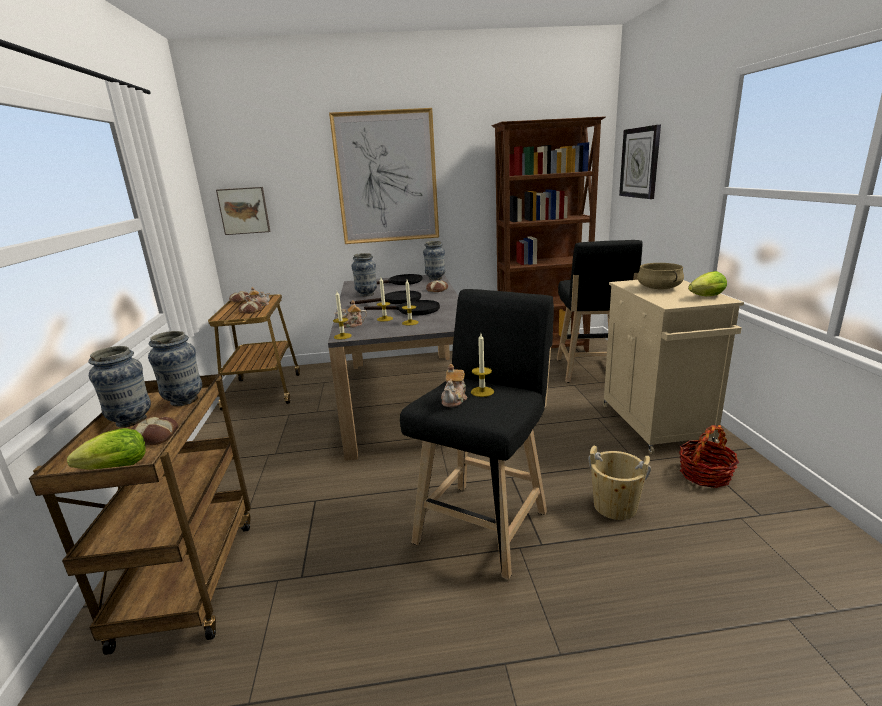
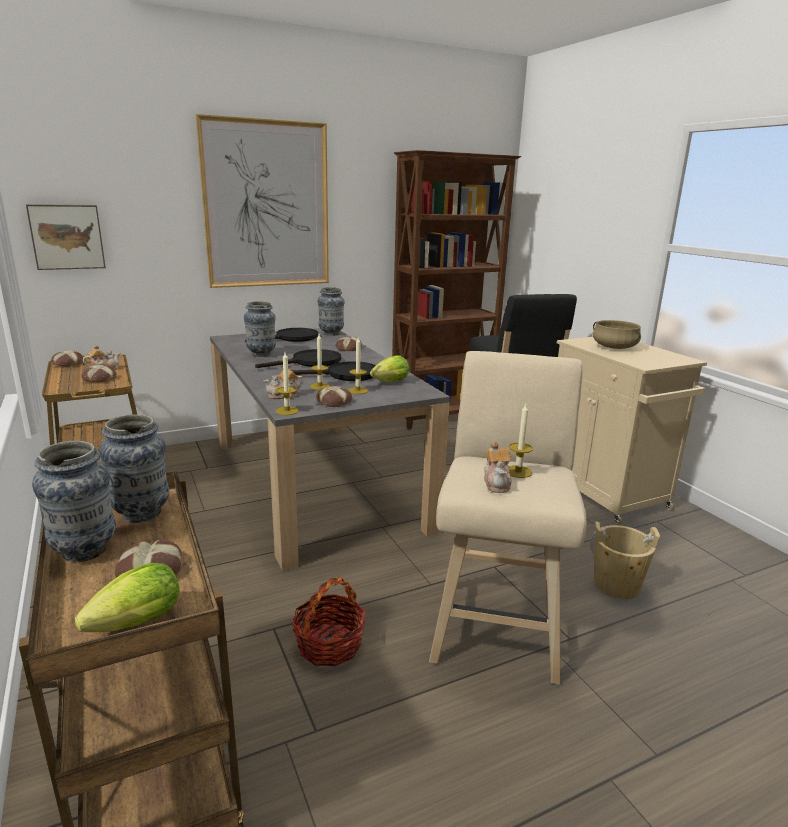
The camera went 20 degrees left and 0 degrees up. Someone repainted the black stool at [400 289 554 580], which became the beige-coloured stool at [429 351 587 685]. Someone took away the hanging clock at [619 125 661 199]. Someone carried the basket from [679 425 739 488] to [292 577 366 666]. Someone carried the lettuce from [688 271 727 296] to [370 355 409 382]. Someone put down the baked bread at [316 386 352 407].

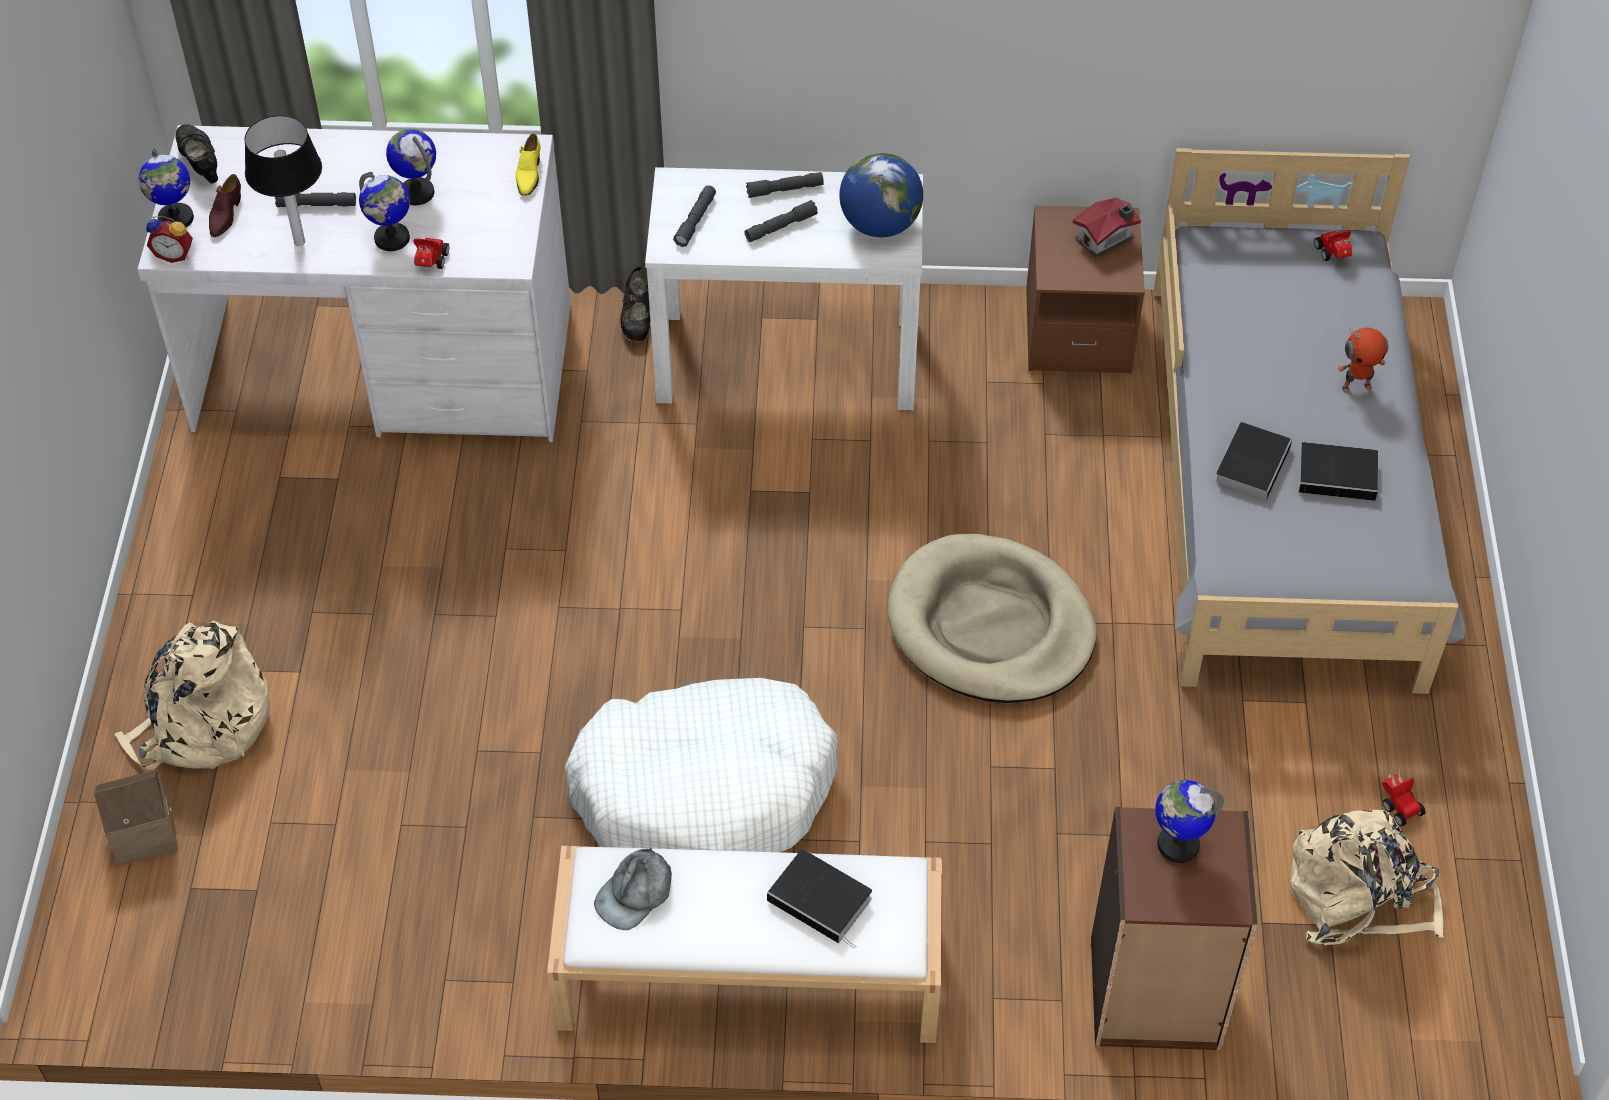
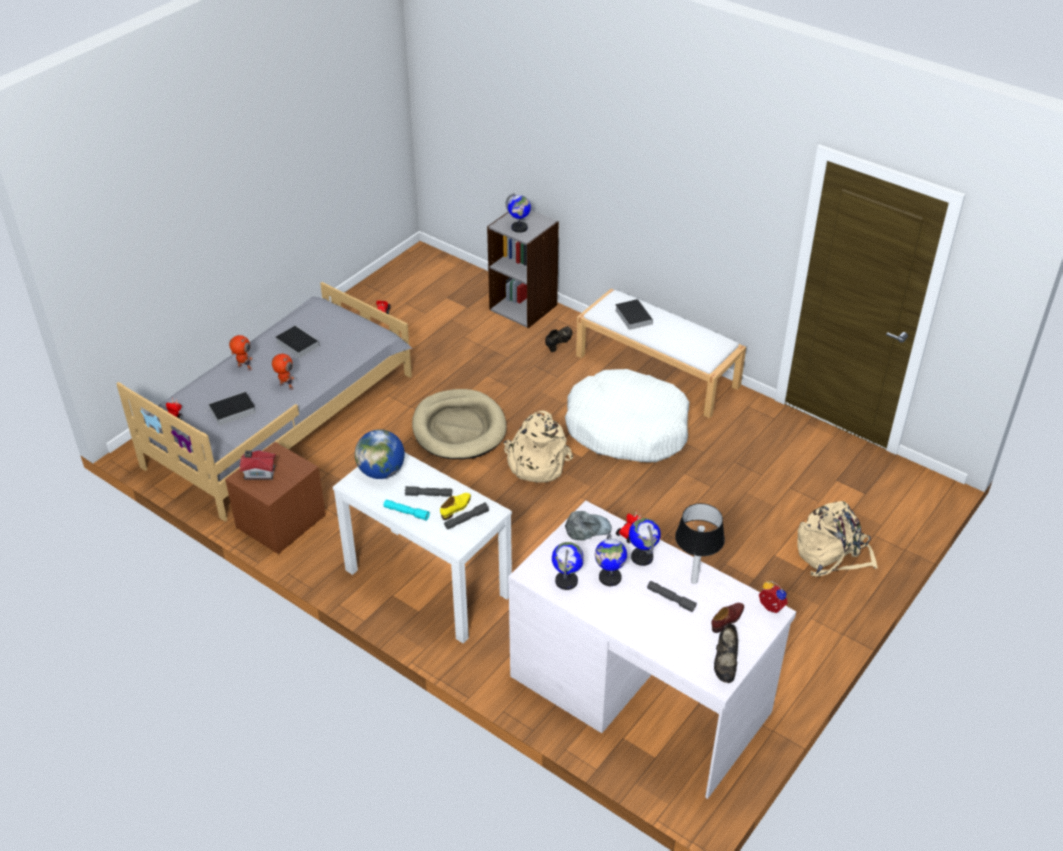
The camera went 145 degrees left and 10 degrees down. Someone took away the miniature house at [94 769 178 866]. Someone carried the globe from [139 148 194 227] to [552 542 584 590]. Someone carried the yellow-coloured low shoe from [516 134 541 196] to [440 493 471 520]. Someone carried the gray cap from [594 848 672 930] to [565 511 612 540]. Someone carried the black low shoe from [620 267 650 341] to [545 327 572 352]. Someone repainted the gray flashlight at [746 172 824 198], which became the turquoise flashlight at [384 500 430 521]. Someone repainted the brown-coloured bookcase at [1091 807 1258 1051], which became the gray bookcase at [487 210 559 328]. Someone carried the bound book from [1215 422 1292 501] to [203 391 256 425]. Someone carried the beige-coloured rucksack from [1291 810 1444 945] to [503 411 573 483]. Someone put down the robot figure at [272 354 294 390].

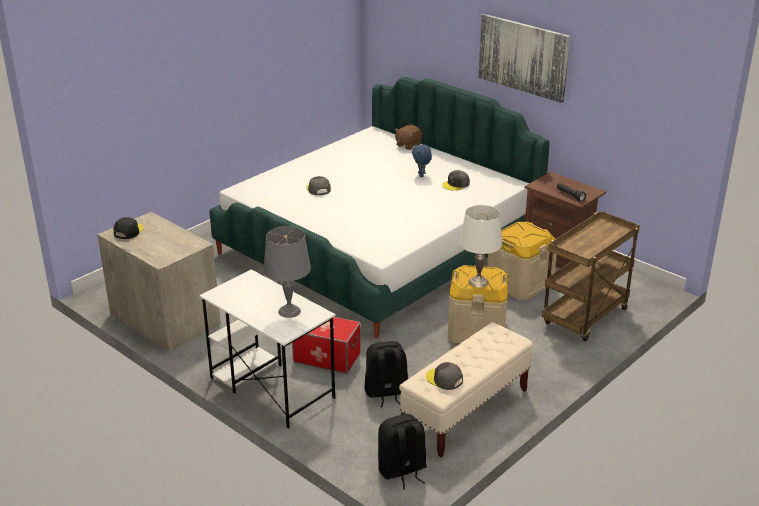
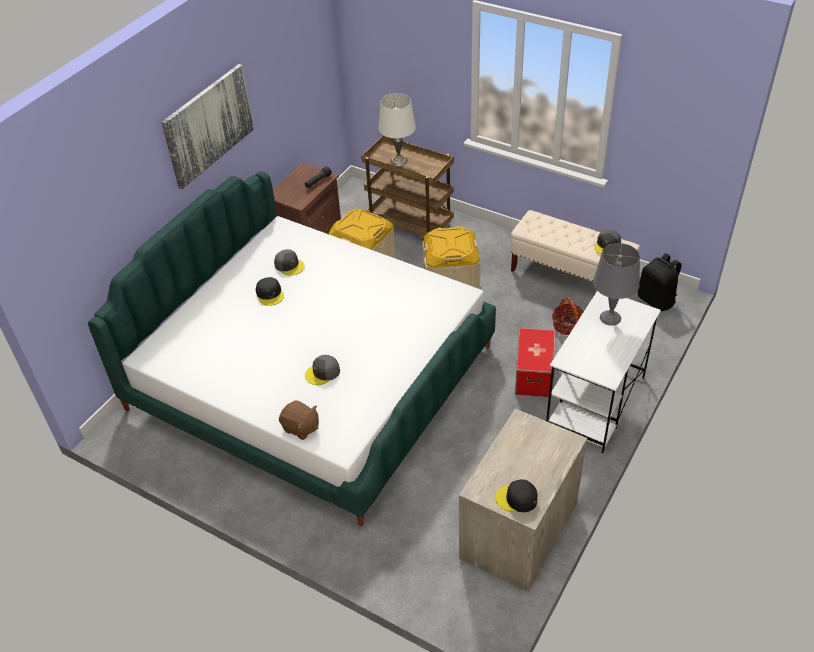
The camera went 100 degrees left and 15 degrees up. Someone swapped the black rucksack at [364 341 408 408] for the basket at [552 297 584 335]. Someone carried the brown-coloured soft toy from [395 125 423 150] to [279 400 319 440]. Someone swapped the bluish soft toy at [412 144 432 177] for the black cap at [256 277 284 306]. Someone carried the white-coloured table lamp from [460 205 502 288] to [379 93 416 166].

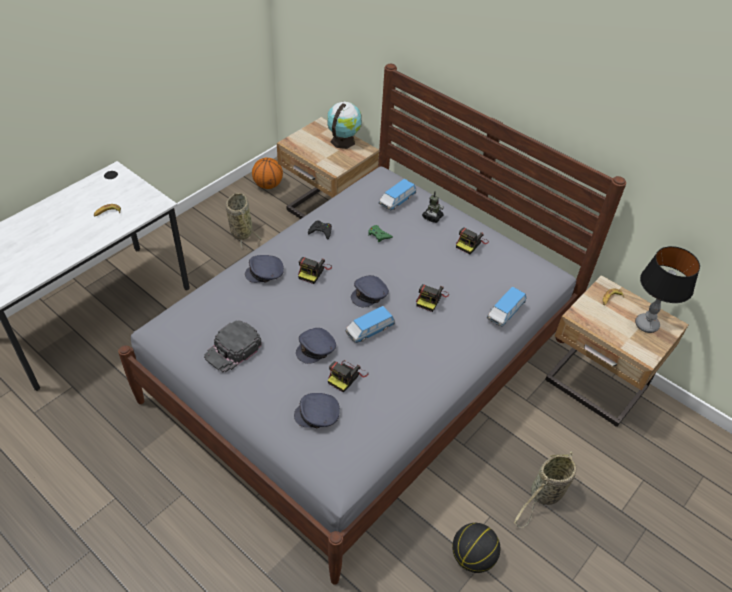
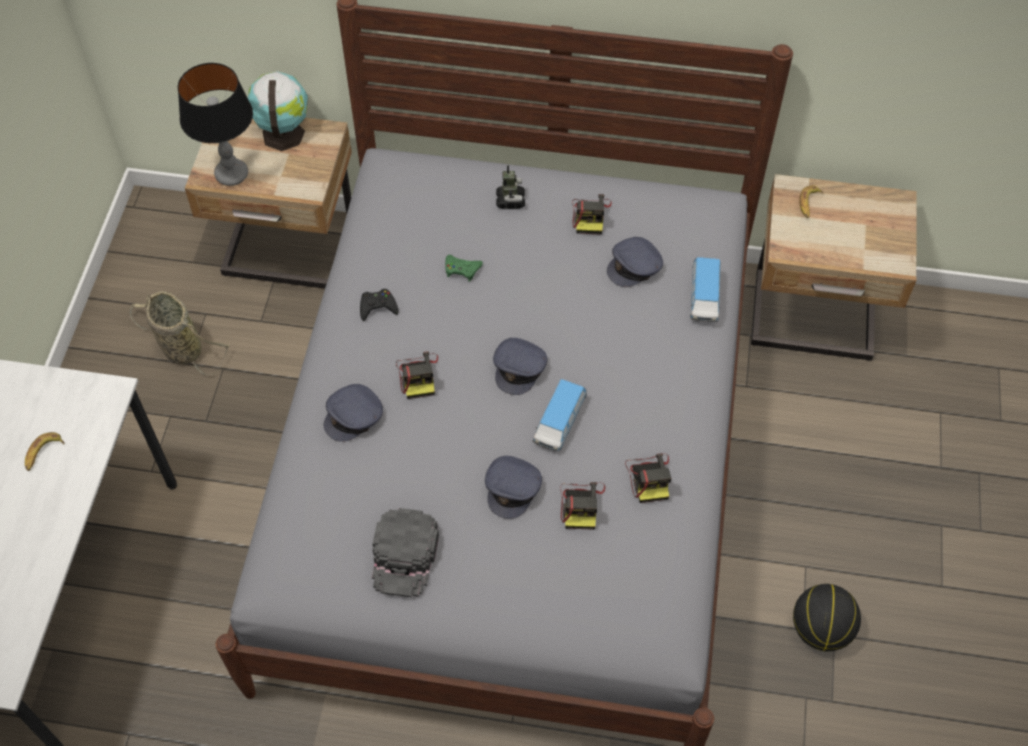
The camera went 30 degrees left and 10 degrees up. Someone took away the basketball ball at [252 157 283 189]. Someone carried the gray cap from [294 393 340 429] to [607 237 663 287]. Someone took away the model car at [379 179 416 210]. Someone carried the still camera from [416 284 449 312] to [625 453 671 503]. Someone took away the basket at [514 451 577 528]. Someone carried the table lamp from [635 246 700 333] to [178 63 253 186].

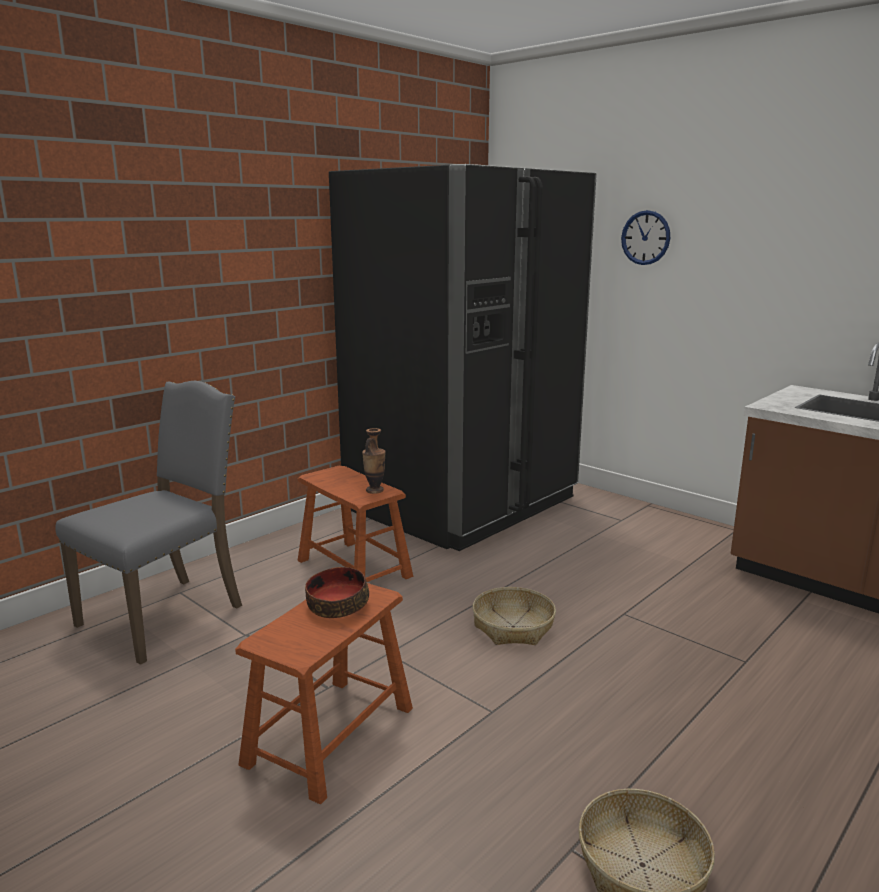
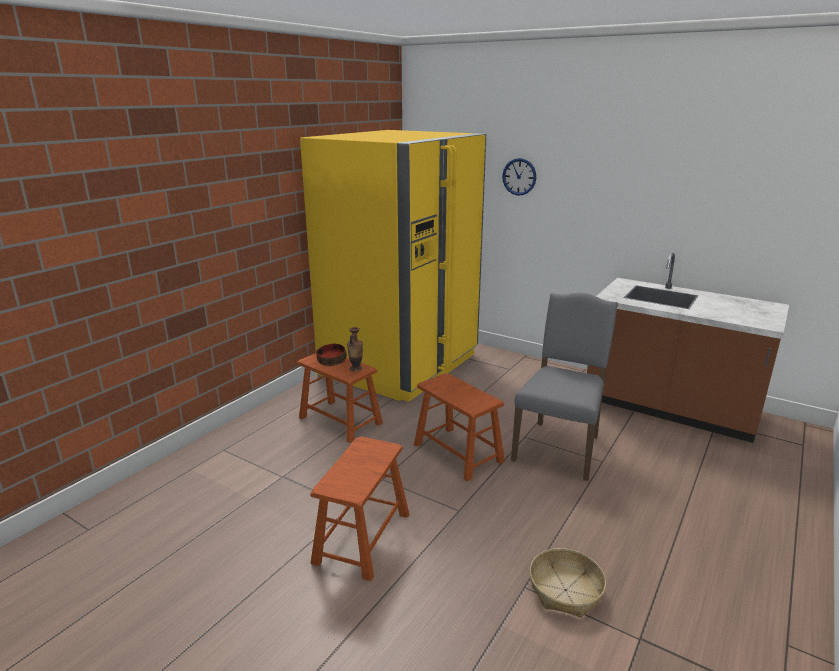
The camera went 10 degrees left and 5 degrees up. Someone carried the gray plain chair from [55 381 242 665] to [511 293 618 481]. Someone carried the bowl from [305 567 369 618] to [316 344 347 366]. Someone repainted the black fridge at [329 164 597 551], which became the yellow-coloured fridge at [300 130 487 402]. Someone swapped the basket at [472 587 556 645] for the brown-coloured stool at [414 373 505 481].

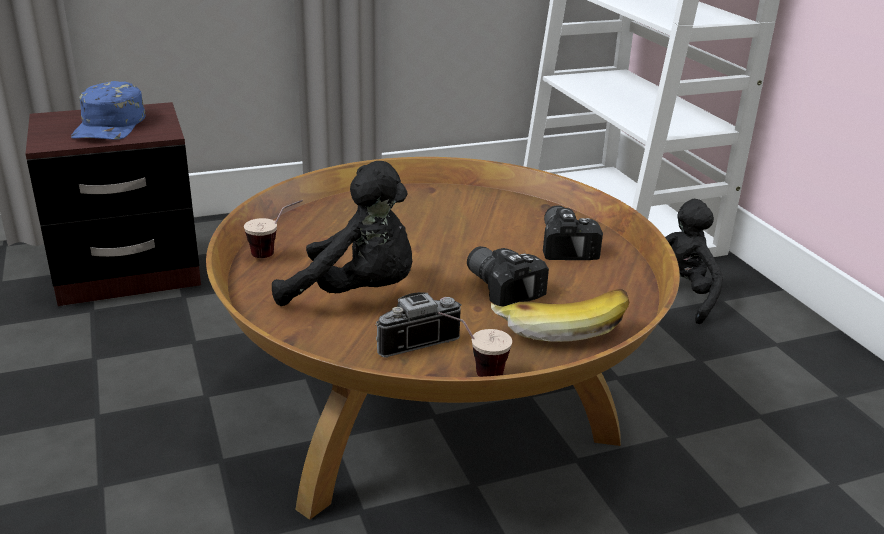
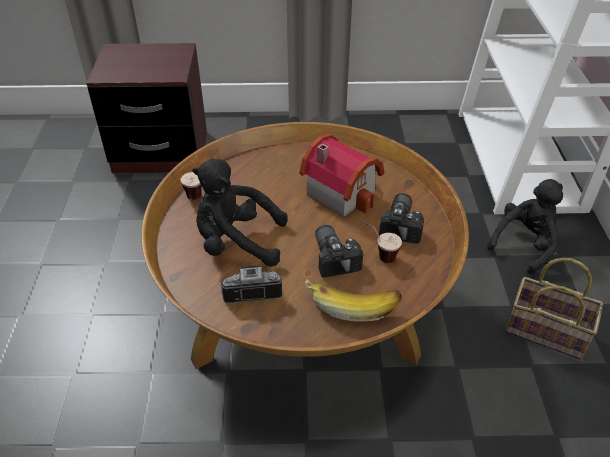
The camera went 20 degrees right and 15 degrees up. Someone took away the bluish cap at [71 81 145 140]. Someone rotated the black soft toy at [272 161 412 306] by 150 degrees clockwise. Someone carried the cup from [438 312 512 377] to [360 220 402 263]. Someone put down the miniature house at [300 133 384 217]. Someone put down the basket at [506 258 603 360].

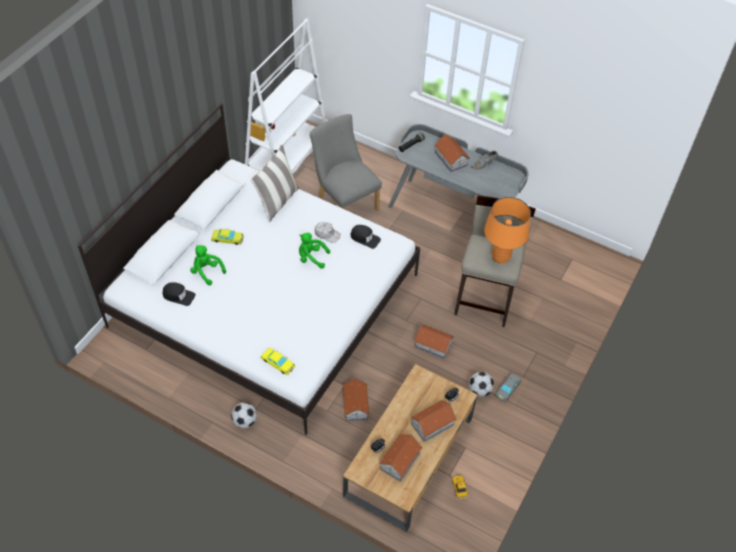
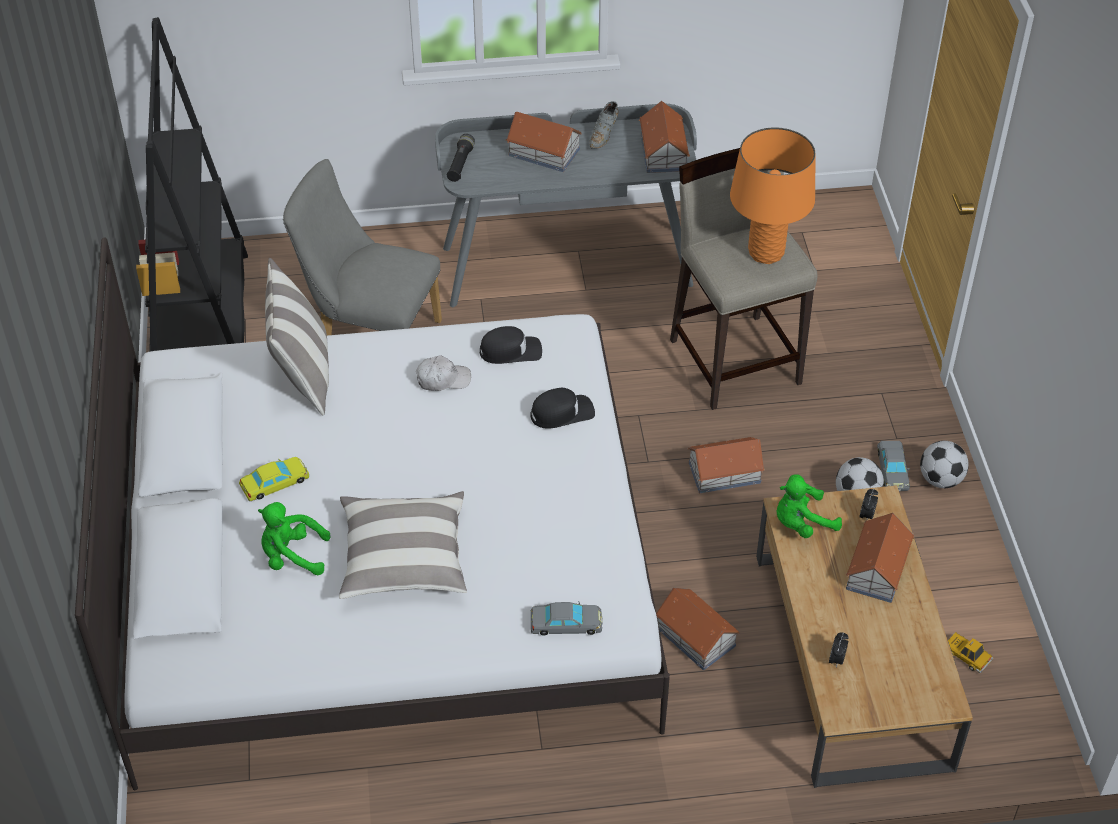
The camera went 35 degrees left and 5 degrees down. Someone carried the black cap from [162 282 195 306] to [530 388 595 429]. Someone carried the ball for football from [231 402 257 428] to [920 441 969 488]. Someone repainted the white-coloured bookcase at [245 19 326 174], which became the black bookcase at [136 17 248 352]. Someone repainted the yellow-coloured model car at [261 348 295 375], which became the gray model car at [531 601 603 636]. Someone carried the green soft toy from [299 233 330 269] to [776 474 842 538]. Someone carried the miniature house from [379 434 422 482] to [639 101 690 173]. Someone put down the pillow at [339 491 467 599].

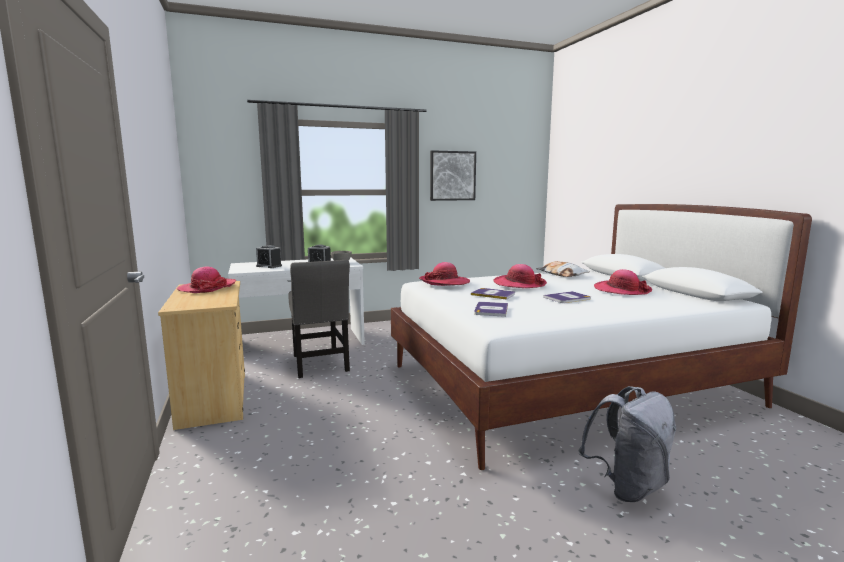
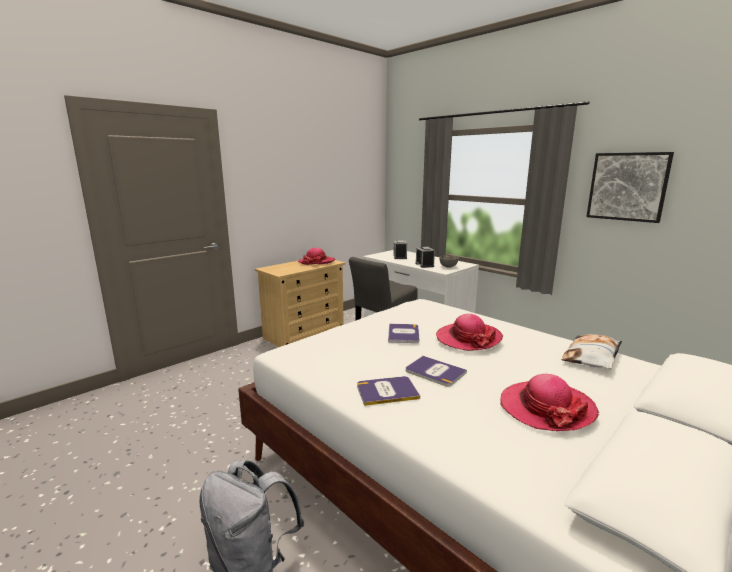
The camera went 65 degrees right and 5 degrees up. Someone took away the hat at [419 262 470 286]. Someone carried the bound book from [474 302 508 317] to [357 376 420 406].

